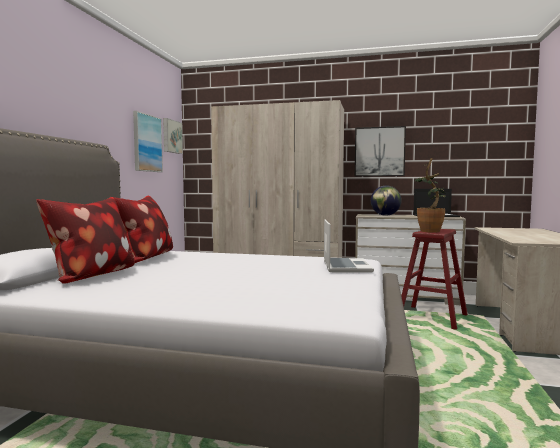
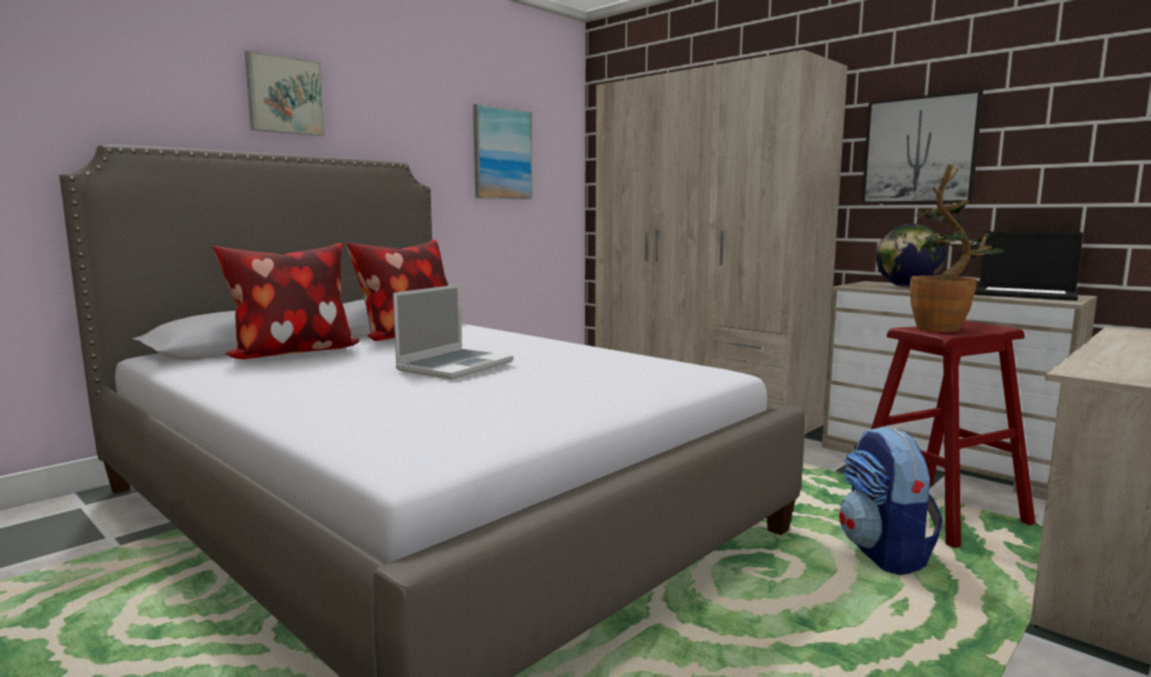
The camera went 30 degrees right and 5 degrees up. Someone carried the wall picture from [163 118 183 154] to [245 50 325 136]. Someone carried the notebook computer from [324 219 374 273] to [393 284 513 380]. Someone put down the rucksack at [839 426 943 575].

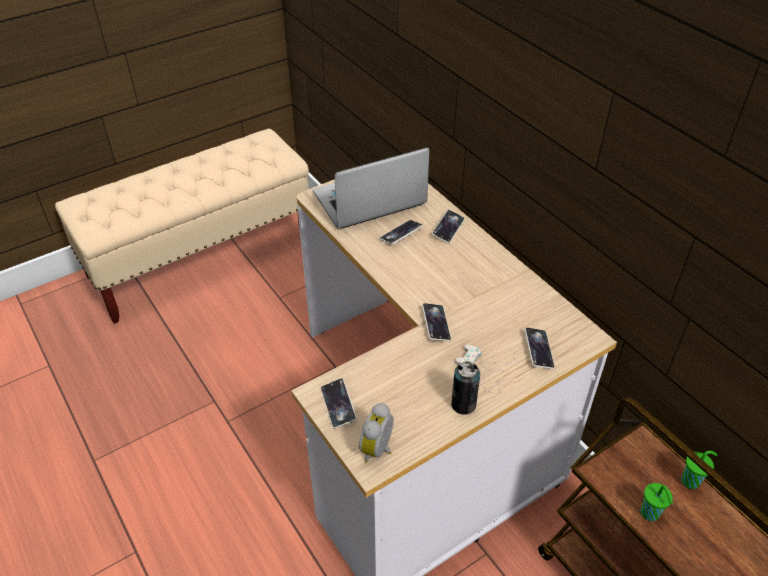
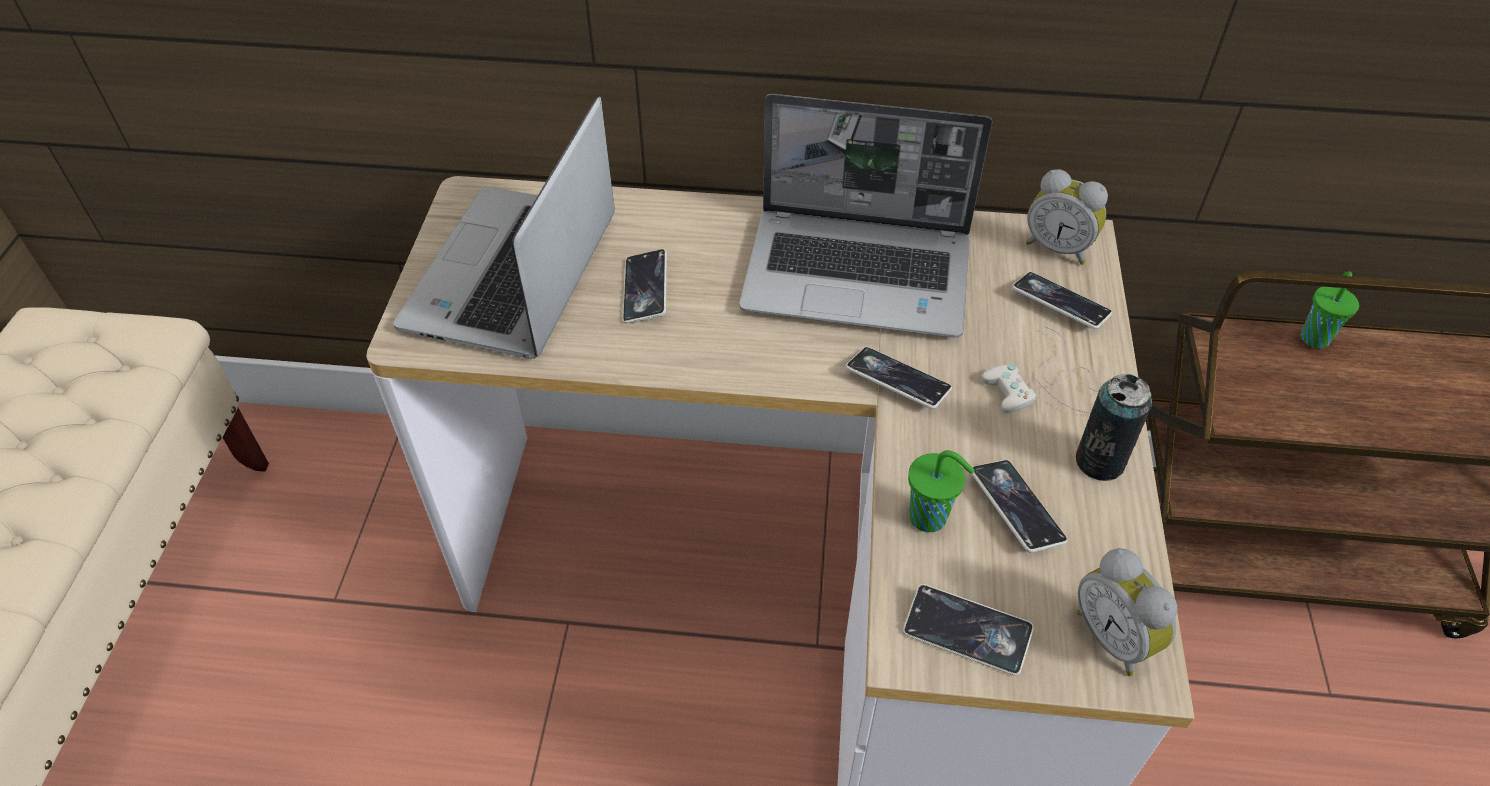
The camera went 50 degrees left and 5 degrees up. Someone carried the handset from [432 210 465 243] to [972 460 1068 553]. Someone carried the green cup from [640 483 673 521] to [908 450 975 532]. Someone put down the notebook computer at [739 94 992 338]. Someone put down the table clock at [1026 169 1108 265].

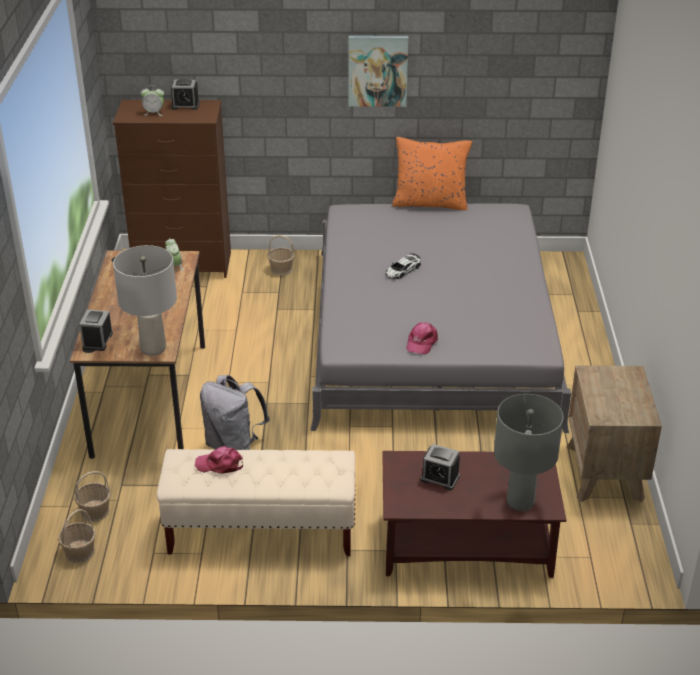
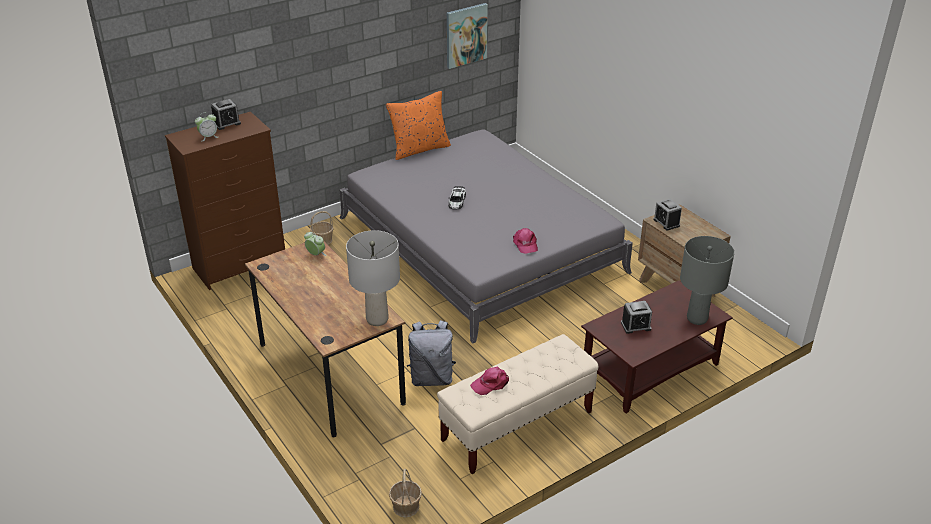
The camera went 35 degrees left and 0 degrees up. Someone took away the basket at [74 471 111 522]. Someone carried the table clock from [79 309 113 351] to [653 199 682 230]. Someone carried the wall picture from [348 36 408 107] to [447 3 488 69].

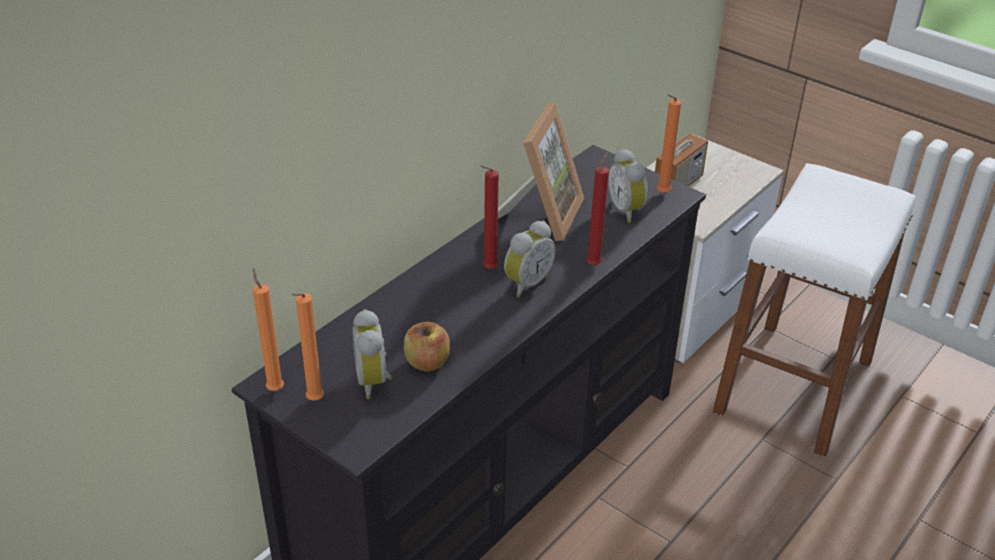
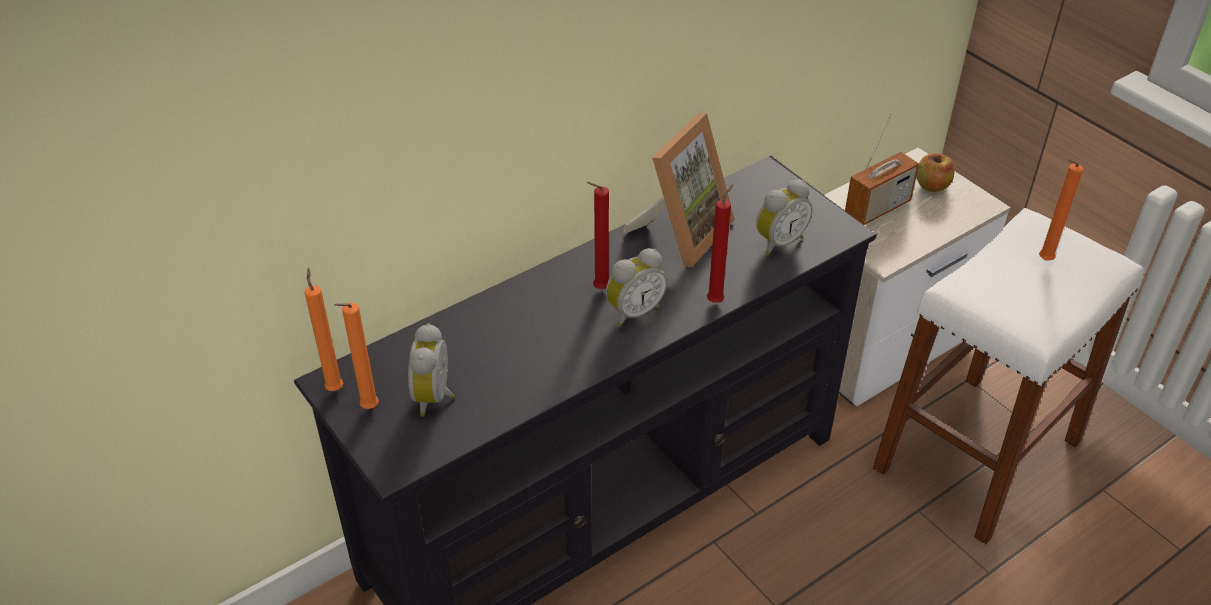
The camera went 15 degrees right and 5 degrees up. Someone carried the apple from [404 322 450 371] to [917 153 955 192]. Someone rotated the table clock at [608 149 648 223] by 120 degrees counterclockwise. Someone carried the orangey wax light from [657 94 681 193] to [1039 159 1083 261].

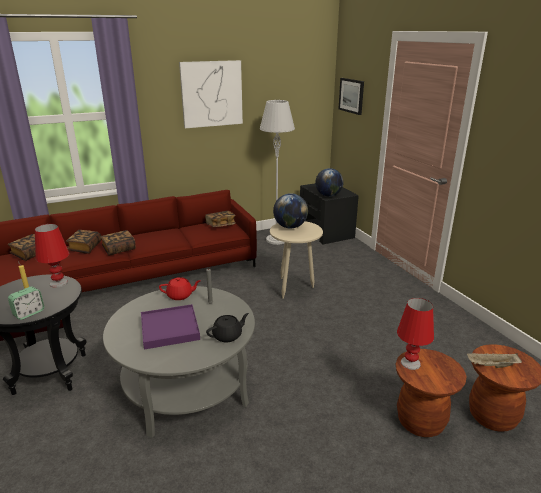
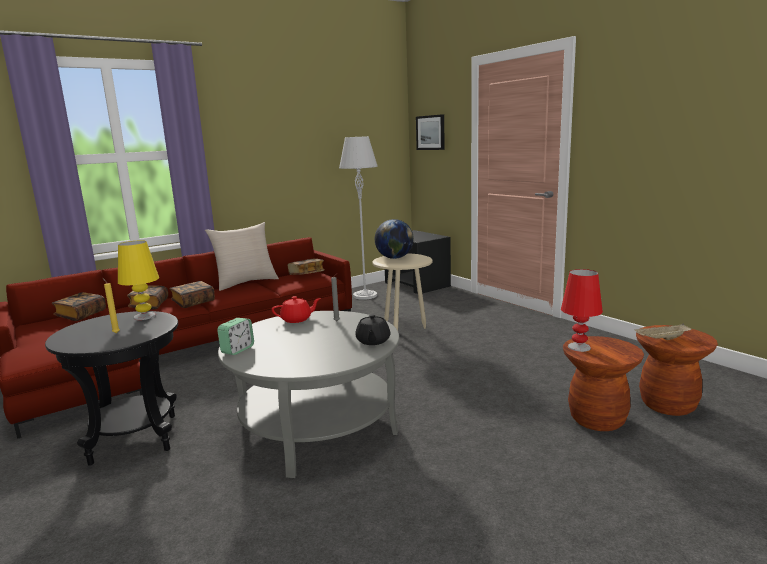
The camera went 10 degrees left and 10 degrees down. Someone carried the table clock from [8 286 45 320] to [217 318 254 355]. Someone repainted the red-coloured table lamp at [35 224 69 288], which became the yellow-coloured table lamp at [118 240 159 320]. Someone took away the purplish carrying tray at [141 304 200 350]. Someone took away the wall picture at [179 60 243 128]. Someone rotated the black pot for tea at [206 313 249 342] by 135 degrees clockwise. Someone took away the globe at [315 168 344 197]. Someone put down the beige-coloured pillow at [205 222 279 291].

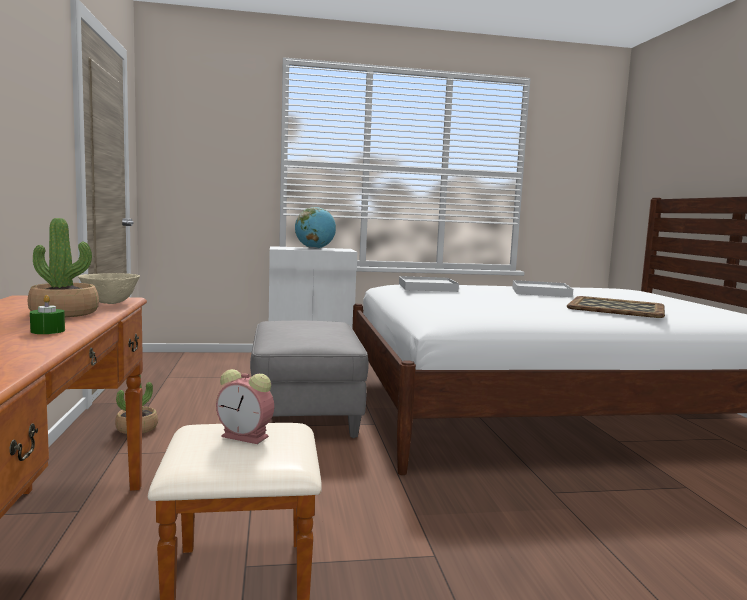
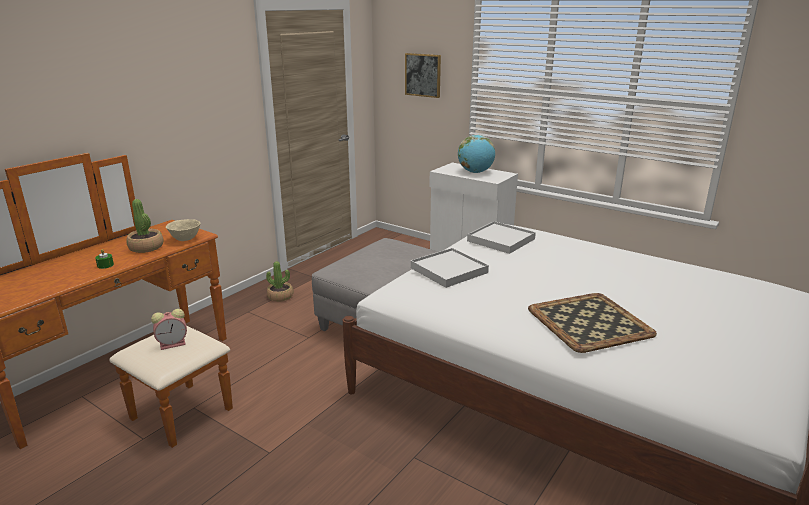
The camera went 45 degrees right and 15 degrees up. Someone rotated the table clock at [216 369 274 444] by 90 degrees counterclockwise. Someone carried the white-coloured carrying tray from [512 280 573 297] to [411 248 489 288]. Someone put up the wall picture at [405 53 441 98].

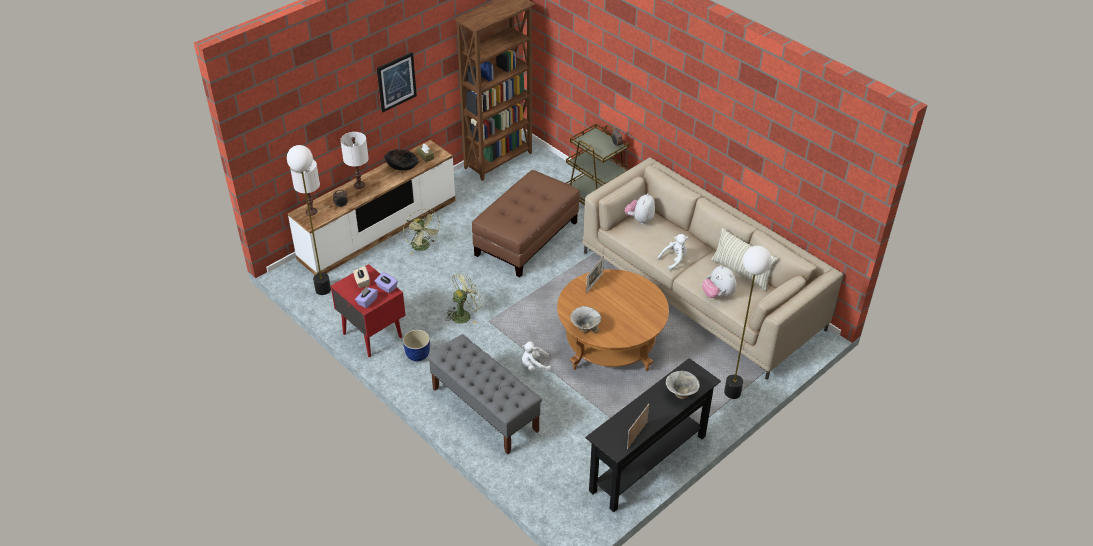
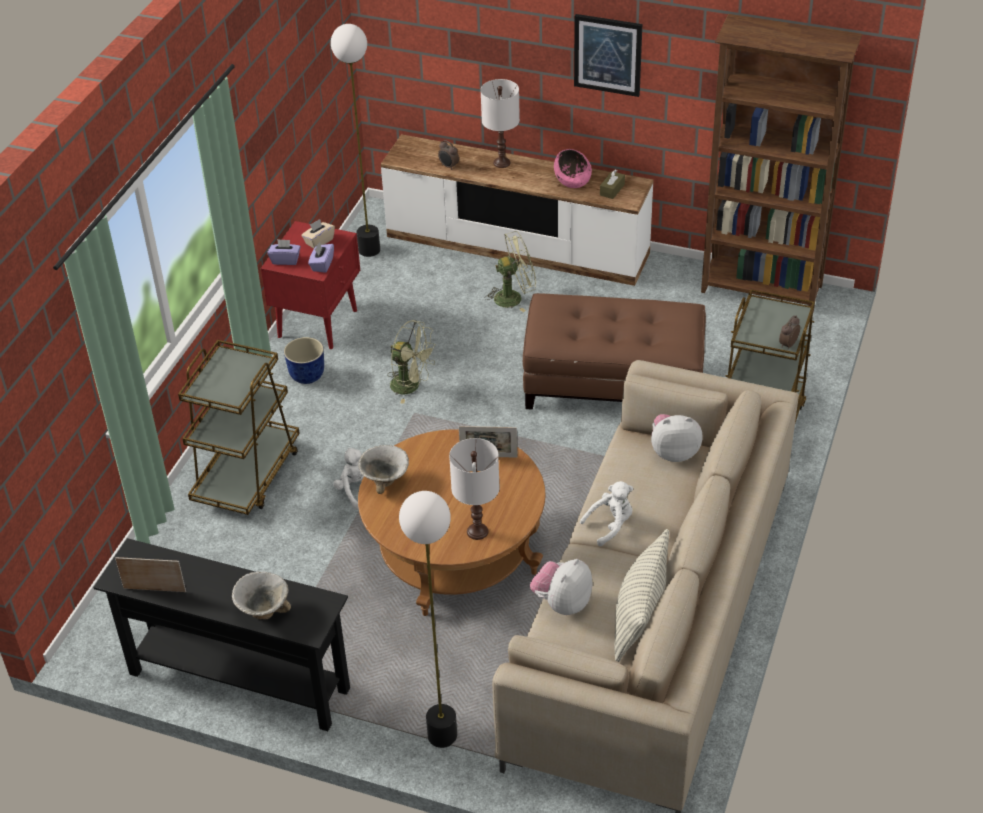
The camera went 65 degrees right and 0 degrees up. Someone carried the white-coloured table lamp from [290 160 320 216] to [449 438 500 540]. Someone repainted the black bowl at [384 149 418 170], which became the pink-coloured bowl at [554 149 592 188]. Someone rotated the green fan at [403 209 442 255] by 135 degrees counterclockwise. Someone swapped the gray indoor bench at [428 334 542 455] for the brown-coloured wheeled cart at [178 340 300 515]. Someone rotated the white-coloured soft toy at [657 234 688 271] by 60 degrees counterclockwise.

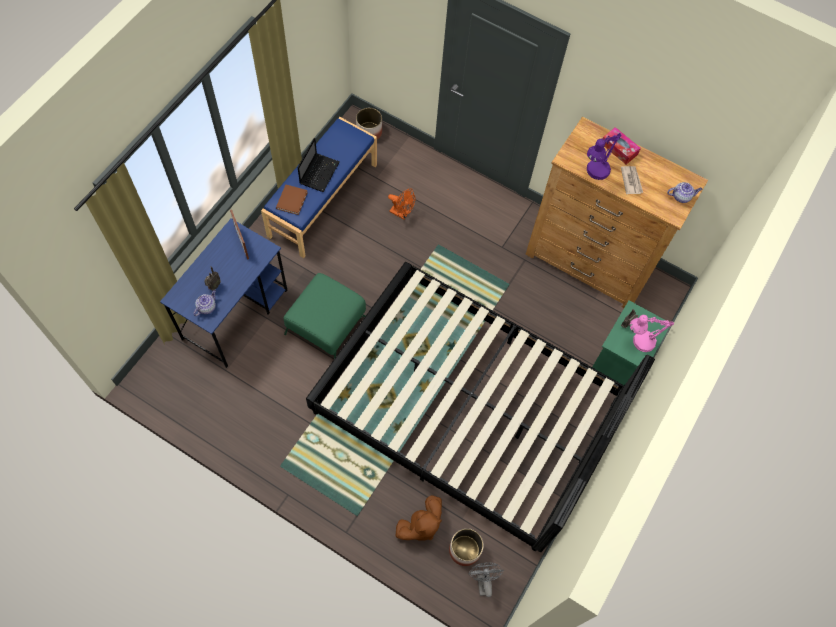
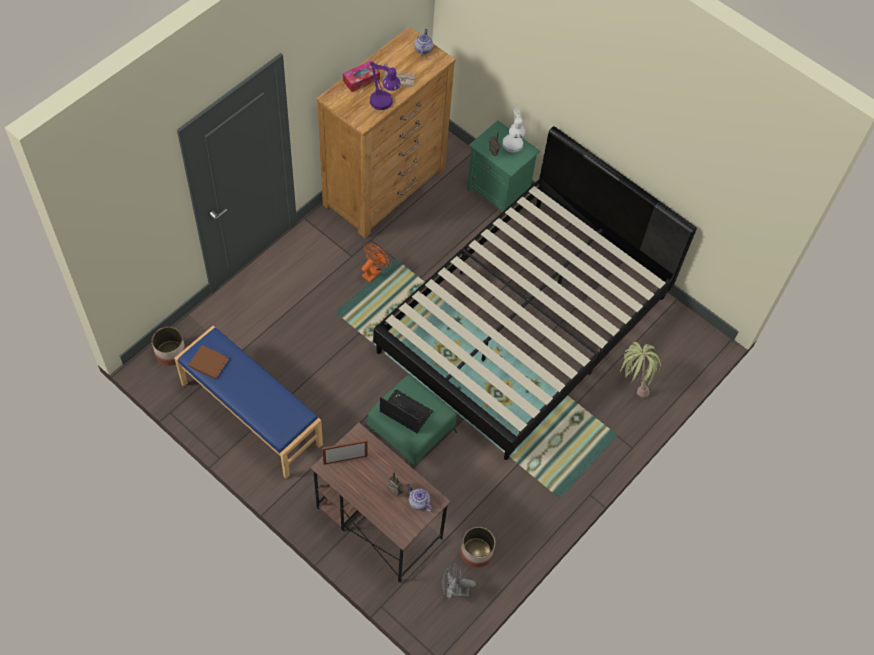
The camera went 80 degrees left and 5 degrees down. Someone repainted the bluish desk at [160 219 287 368], which became the brown-coloured desk at [311 423 451 583]. Someone carried the brown-coloured bound book from [276 184 308 215] to [188 345 229 380]. Someone carried the notebook computer from [298 138 340 192] to [380 389 433 433]. Someone carried the orangey fan from [388 189 415 219] to [362 244 389 283]. Someone swapped the brown-coloured soft toy at [395 495 442 541] for the potted plant at [620 342 661 398]. Someone carried the plant pot from [449 528 484 566] to [460 527 495 568]. Someone carried the gray fan from [468 563 504 597] to [442 562 476 600]. Someone repainted the pink-coloured table lamp at [630 315 674 352], which became the white-coloured table lamp at [502 107 525 153].

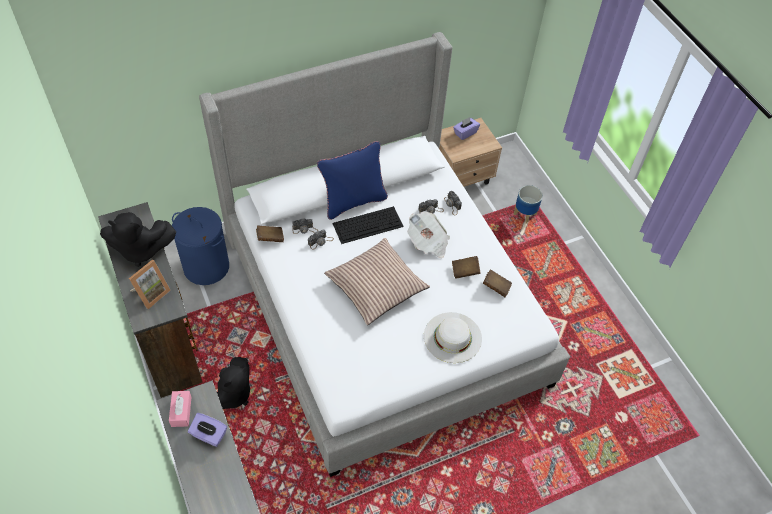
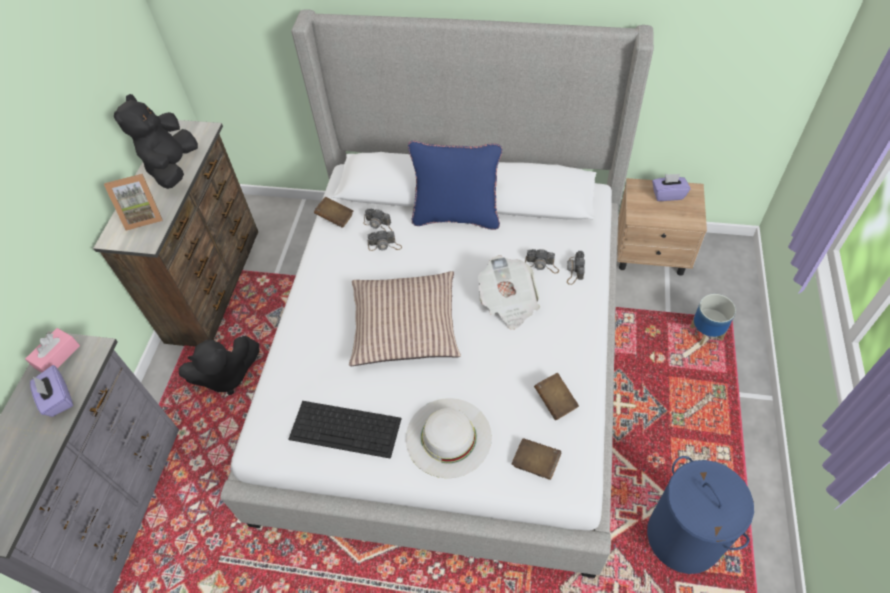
The camera went 40 degrees right and 0 degrees up. Someone rotated the black soft toy at [100 212 176 267] by 60 degrees clockwise. Someone carried the bluish washing basket from [172 207 229 285] to [647 456 754 574]. Someone carried the computer keyboard from [332 206 404 244] to [288 401 402 459]. Someone carried the brown-coloured bound book from [452 256 481 279] to [512 438 561 480].

